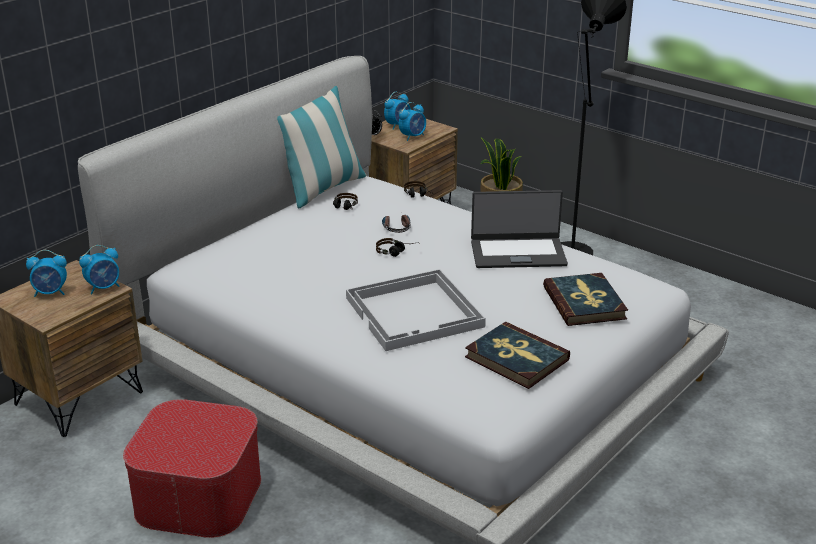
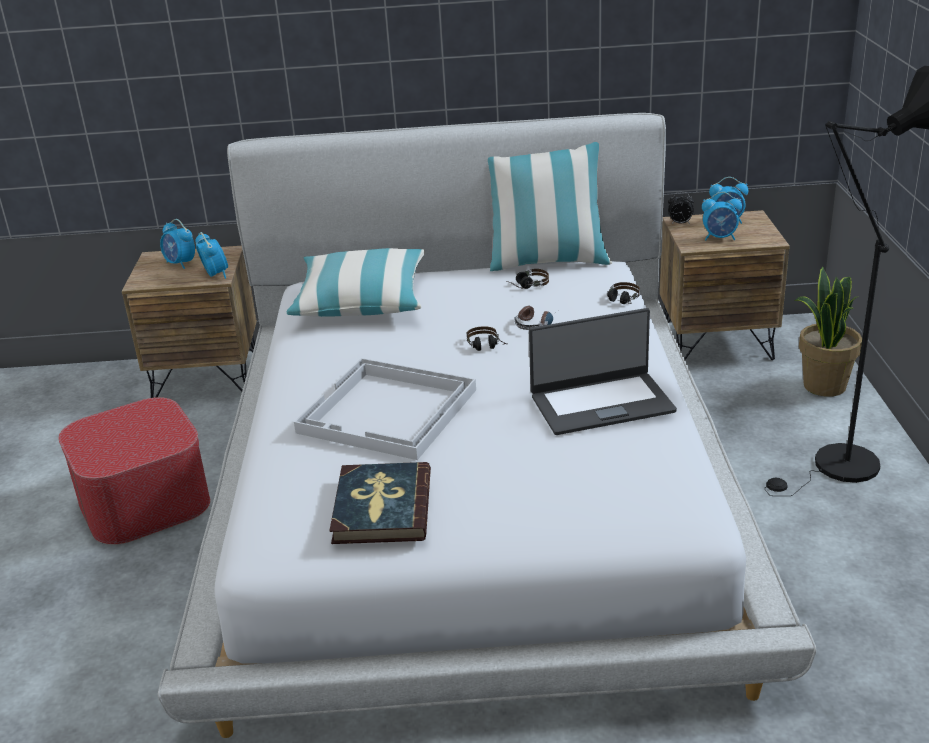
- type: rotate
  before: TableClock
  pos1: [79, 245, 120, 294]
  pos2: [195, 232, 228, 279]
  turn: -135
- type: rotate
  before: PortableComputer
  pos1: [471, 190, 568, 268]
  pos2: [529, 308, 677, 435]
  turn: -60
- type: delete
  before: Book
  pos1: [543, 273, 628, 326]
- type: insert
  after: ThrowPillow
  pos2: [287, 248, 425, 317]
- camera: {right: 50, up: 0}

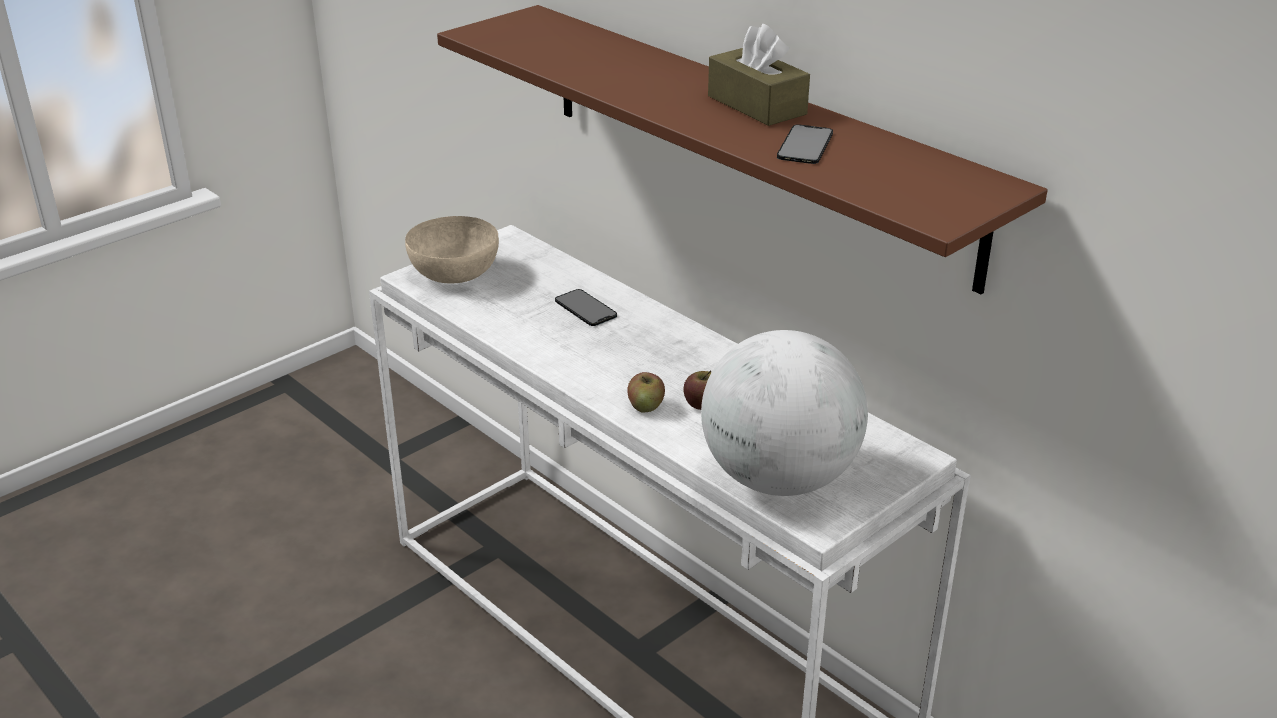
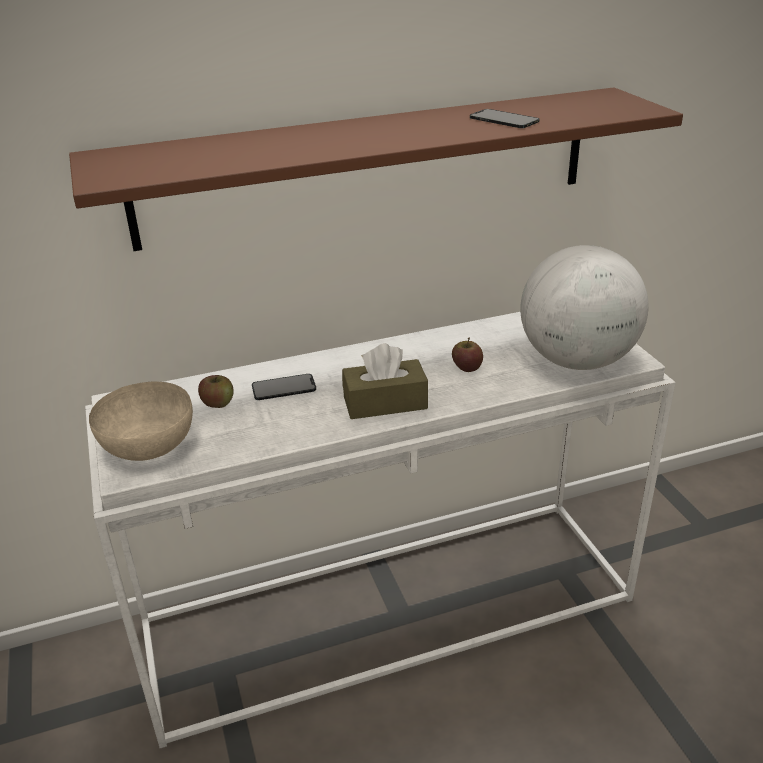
- type: move
  before: Apple
  pos1: [627, 372, 665, 412]
  pos2: [198, 375, 234, 408]
- type: move
  before: BrownishTissueBox
  pos1: [708, 24, 810, 126]
  pos2: [342, 343, 428, 419]
- camera: {right: -65, up: 0}

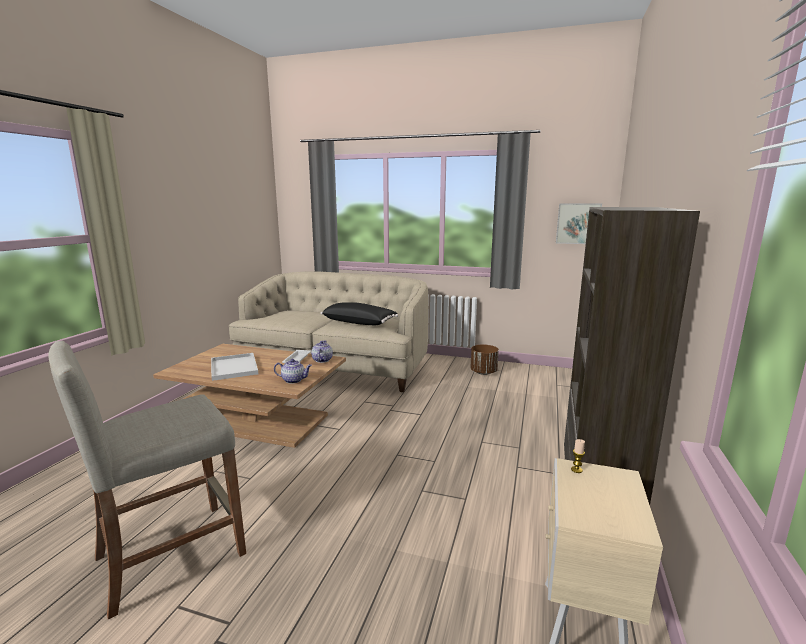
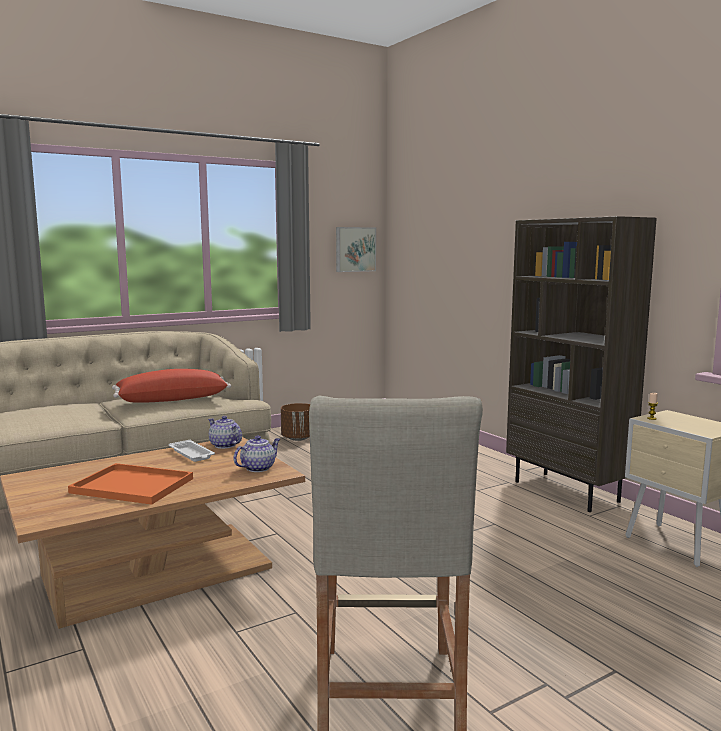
- type: recolor
  before: WhitishServingTray
  after: OrangeServingTray
  pos1: [211, 353, 258, 381]
  pos2: [68, 463, 193, 505]
- type: recolor
  before: BlackThrowPillow
  after: RedThrowPillow
  pos1: [321, 302, 398, 325]
  pos2: [112, 369, 231, 403]
- camera: {right: -50, up: -5}

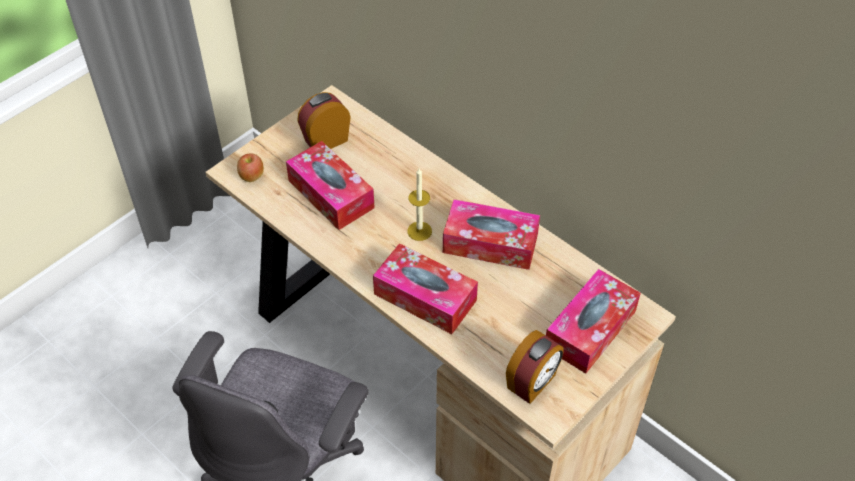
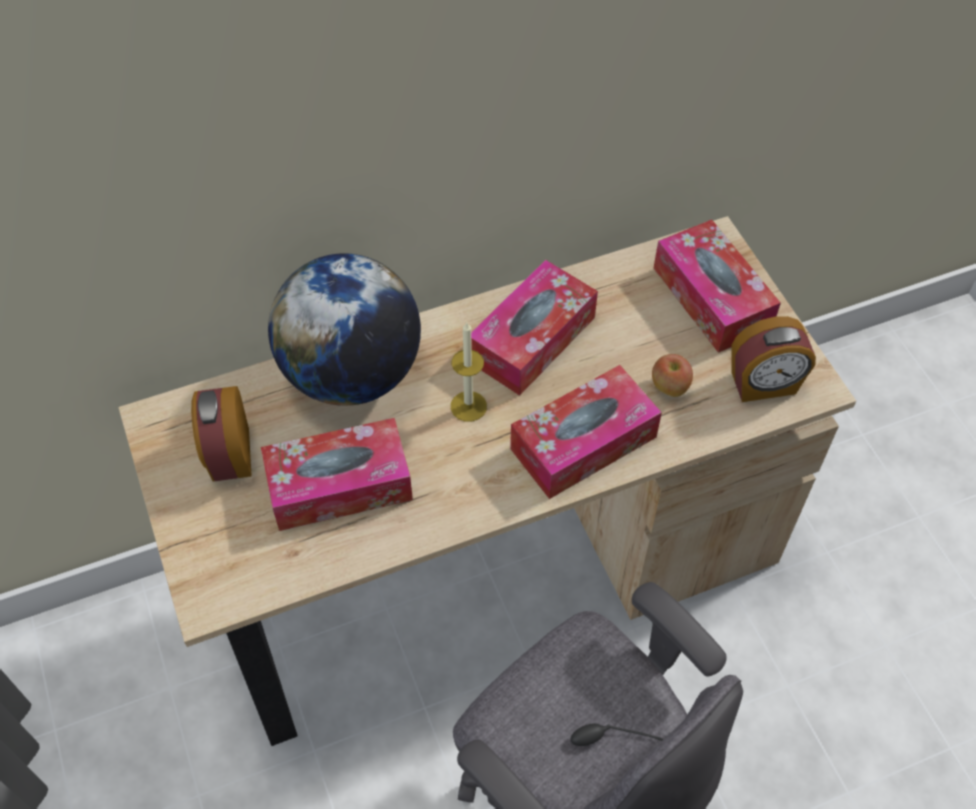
- type: move
  before: Apple
  pos1: [237, 154, 264, 182]
  pos2: [652, 354, 693, 397]
- type: rotate
  before: TableClock
  pos1: [506, 330, 564, 404]
  pos2: [732, 316, 816, 402]
  turn: 105
- type: insert
  after: Globe
  pos2: [268, 254, 421, 406]
- camera: {right: -65, up: 5}

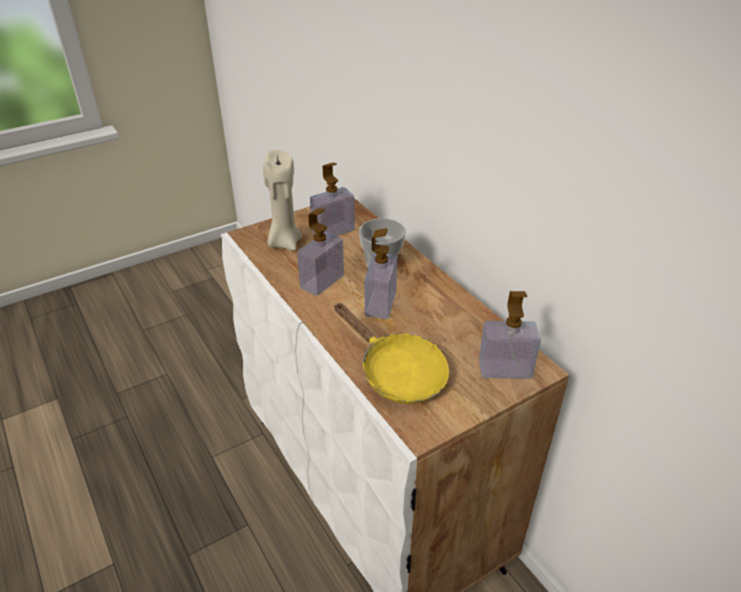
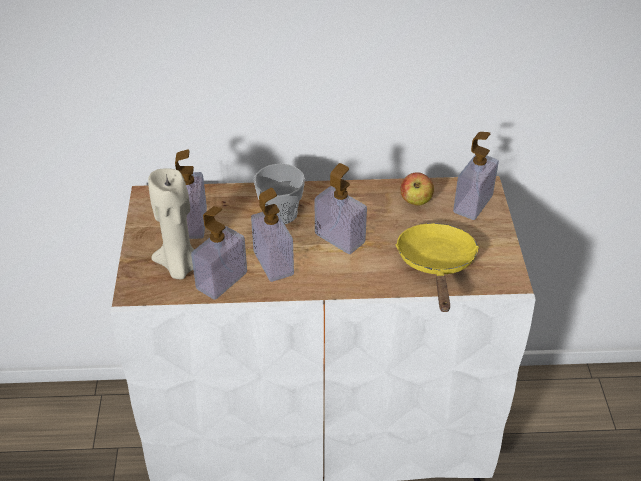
- type: rotate
  before: YellowishSkillet
  pos1: [334, 303, 449, 404]
  pos2: [395, 223, 480, 312]
  turn: -75
- type: insert
  after: SoapBottle
  pos2: [191, 206, 247, 300]
- type: insert
  after: Apple
  pos2: [400, 172, 434, 206]
- camera: {right: -60, up: 5}

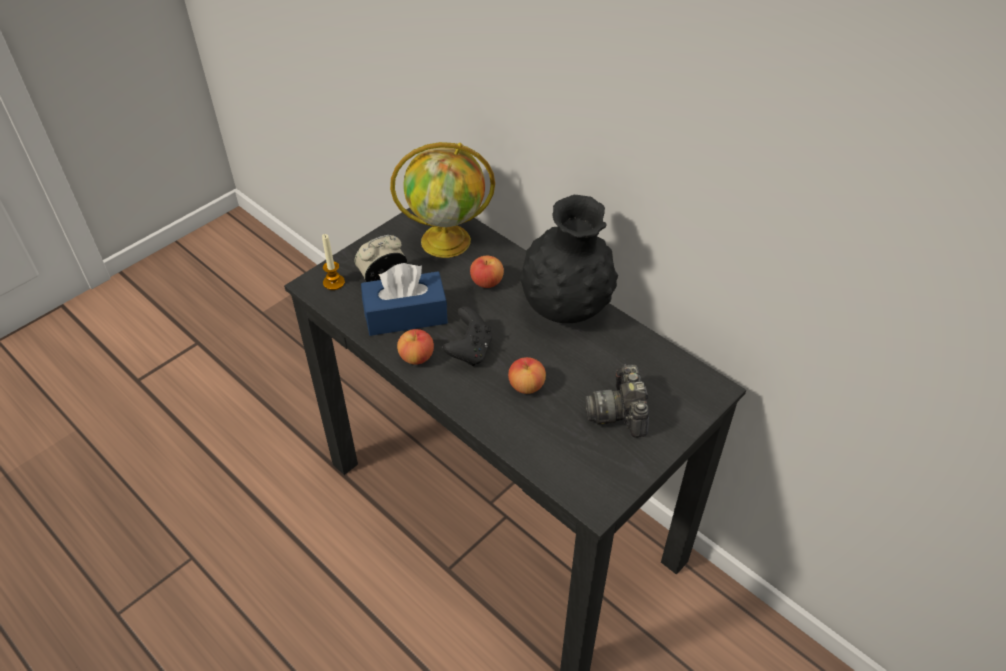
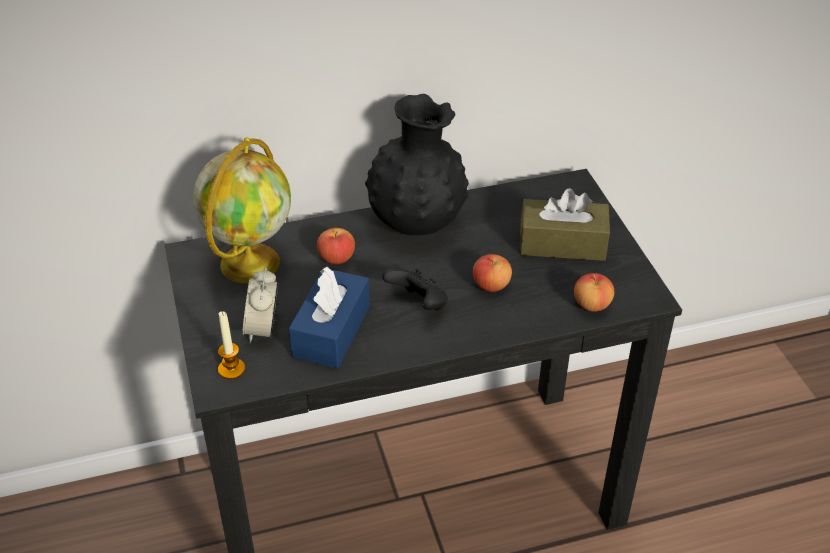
- type: move
  before: Apple
  pos1: [397, 329, 434, 365]
  pos2: [574, 273, 614, 312]
- type: replace
  before: StillCamera
  after: BrownishTissueBox
  pos1: [585, 364, 649, 438]
  pos2: [520, 188, 610, 261]
- camera: {right: -60, up: -5}

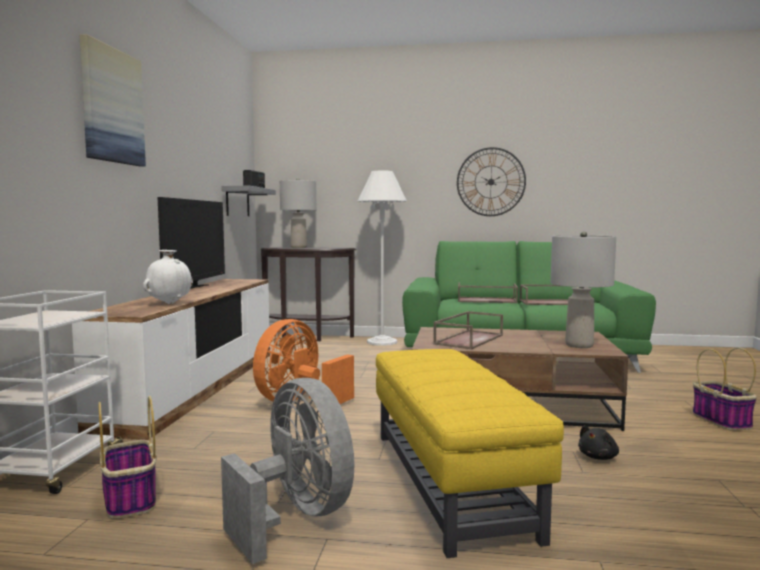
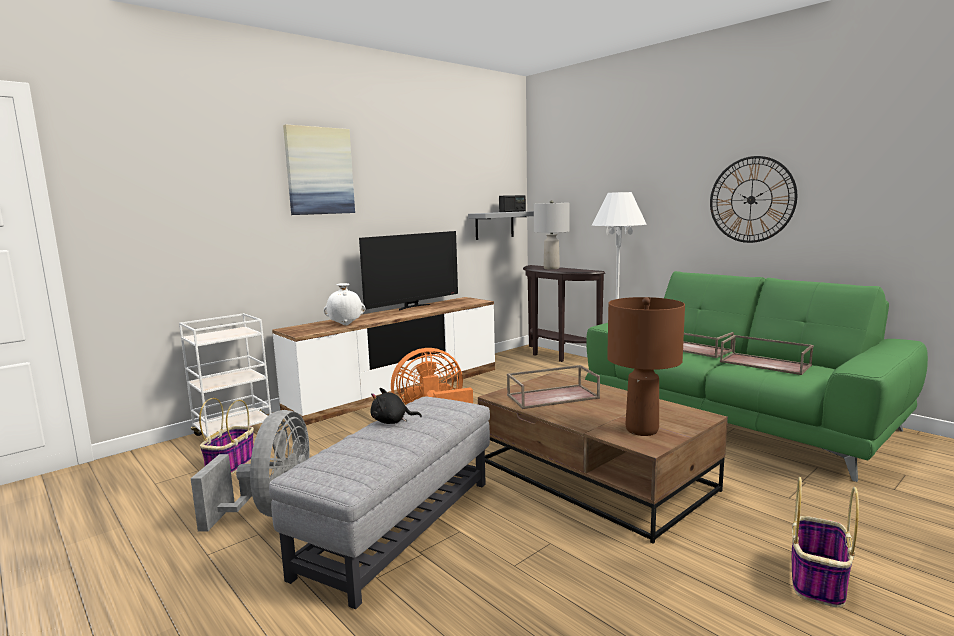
- type: recolor
  before: YellowishFootrest
  after: GreyFootrest
  pos1: [376, 349, 564, 558]
  pos2: [269, 396, 490, 609]
- type: recolor
  before: GreyTabletopLamp
  after: BrownishTabletopLamp
  pos1: [551, 231, 616, 348]
  pos2: [607, 297, 685, 436]
- type: move
  before: BlackSoftToy
  pos1: [578, 425, 619, 460]
  pos2: [370, 388, 422, 424]
- camera: {right: 40, up: 5}

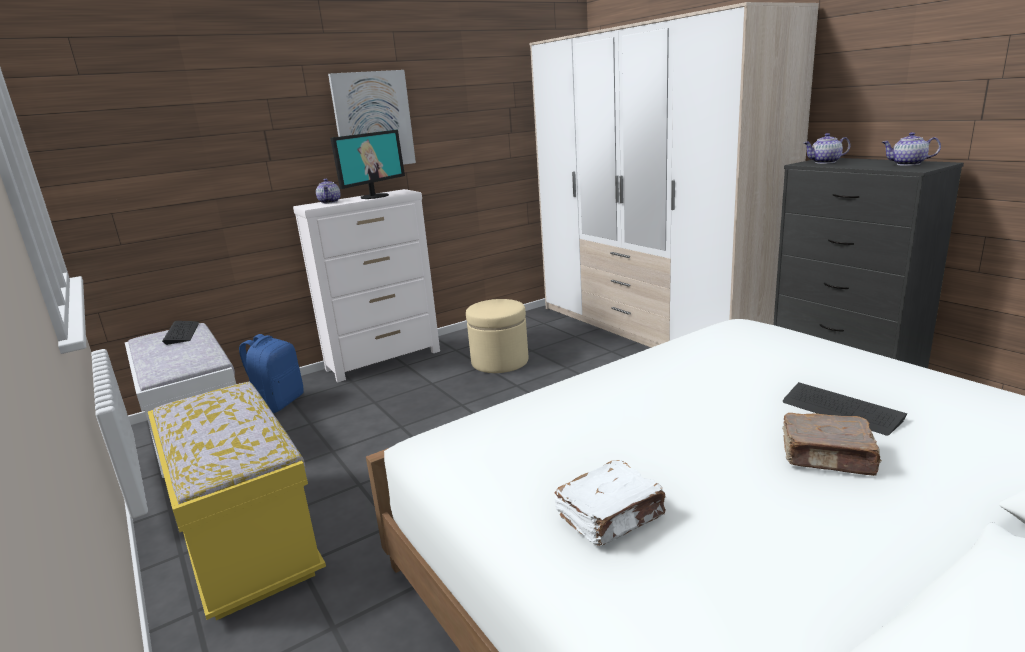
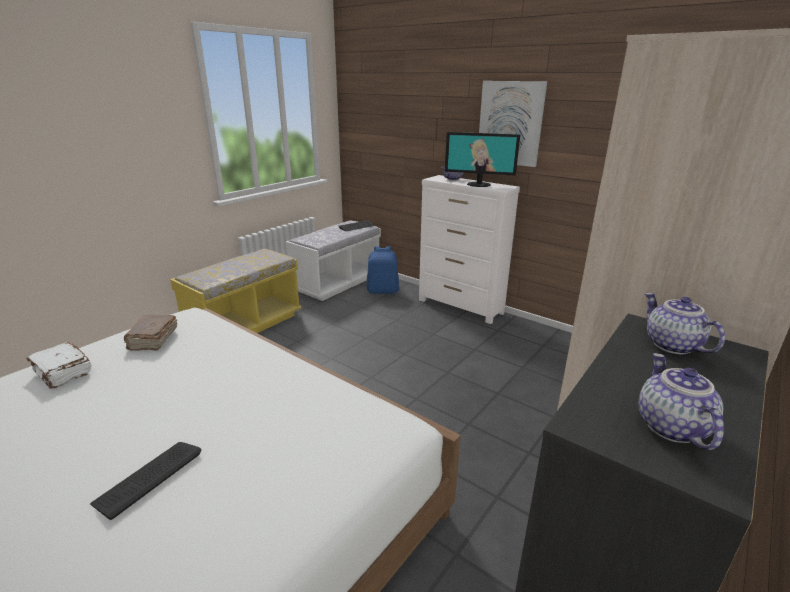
- type: delete
  before: BeigeColouredFootrest
  pos1: [466, 299, 528, 373]
- type: move
  before: BrownishBook
  pos1: [782, 413, 882, 476]
  pos2: [124, 315, 177, 351]
- camera: {right: 70, up: 5}

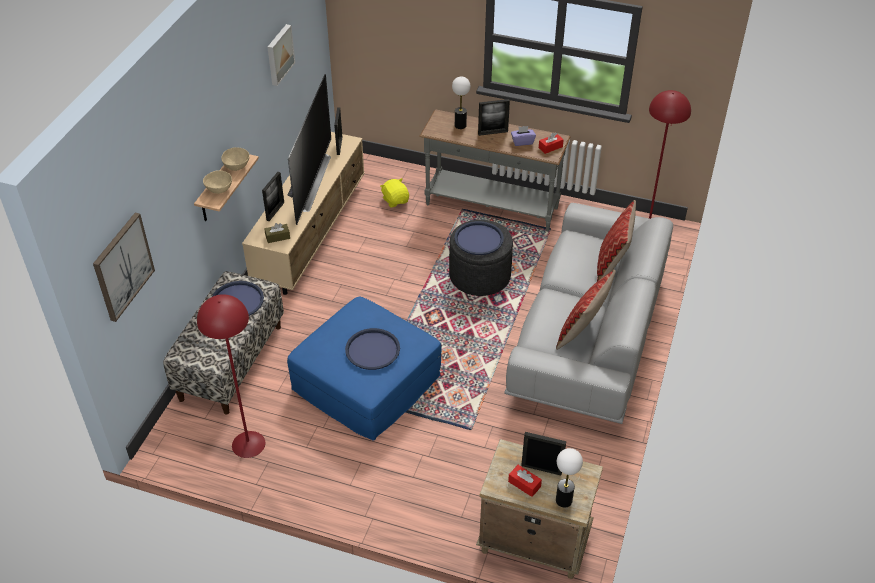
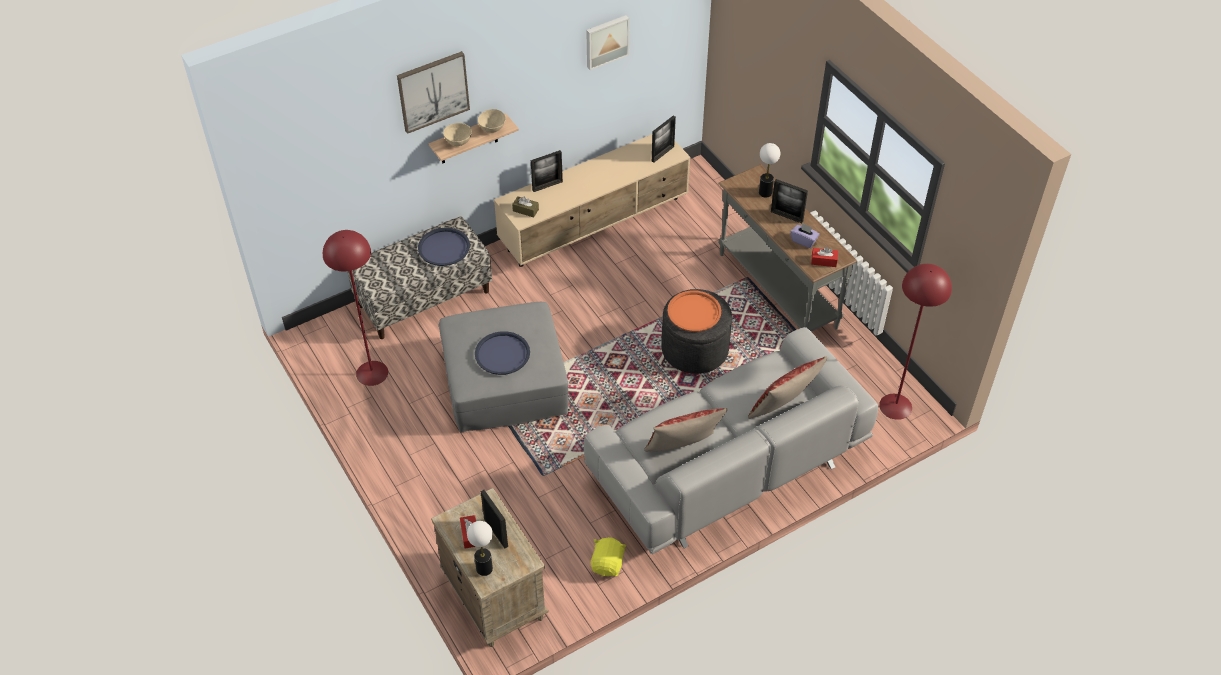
- type: move
  before: Picture
  pos1: [93, 213, 155, 322]
  pos2: [397, 51, 470, 134]
- type: recolor
  before: BluishFootrest
  after: GreyFootrest
  pos1: [287, 297, 442, 441]
  pos2: [439, 302, 568, 433]
- type: delete
  before: Tv
  pos1: [288, 74, 331, 225]
- type: move
  before: YellowishSoftToy
  pos1: [380, 178, 409, 208]
  pos2: [591, 537, 627, 576]
- type: recolor
  before: BluishServingTray
  after: OrangeServingTray
  pos1: [454, 221, 504, 255]
  pos2: [668, 290, 721, 332]
- camera: {right: 40, up: 5}

